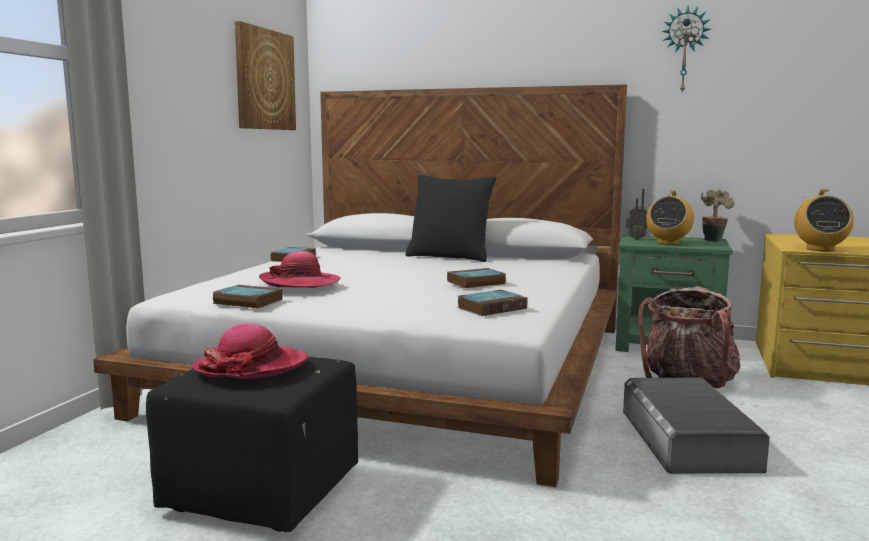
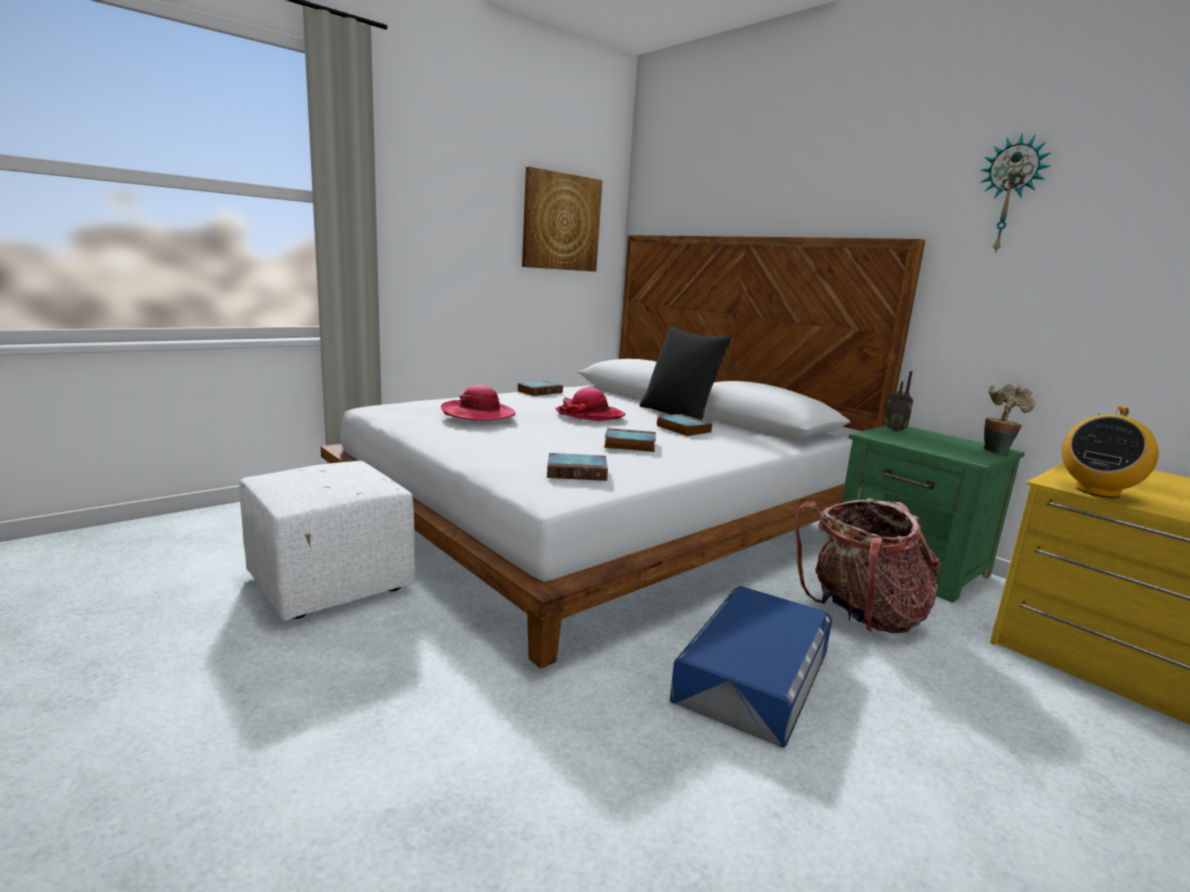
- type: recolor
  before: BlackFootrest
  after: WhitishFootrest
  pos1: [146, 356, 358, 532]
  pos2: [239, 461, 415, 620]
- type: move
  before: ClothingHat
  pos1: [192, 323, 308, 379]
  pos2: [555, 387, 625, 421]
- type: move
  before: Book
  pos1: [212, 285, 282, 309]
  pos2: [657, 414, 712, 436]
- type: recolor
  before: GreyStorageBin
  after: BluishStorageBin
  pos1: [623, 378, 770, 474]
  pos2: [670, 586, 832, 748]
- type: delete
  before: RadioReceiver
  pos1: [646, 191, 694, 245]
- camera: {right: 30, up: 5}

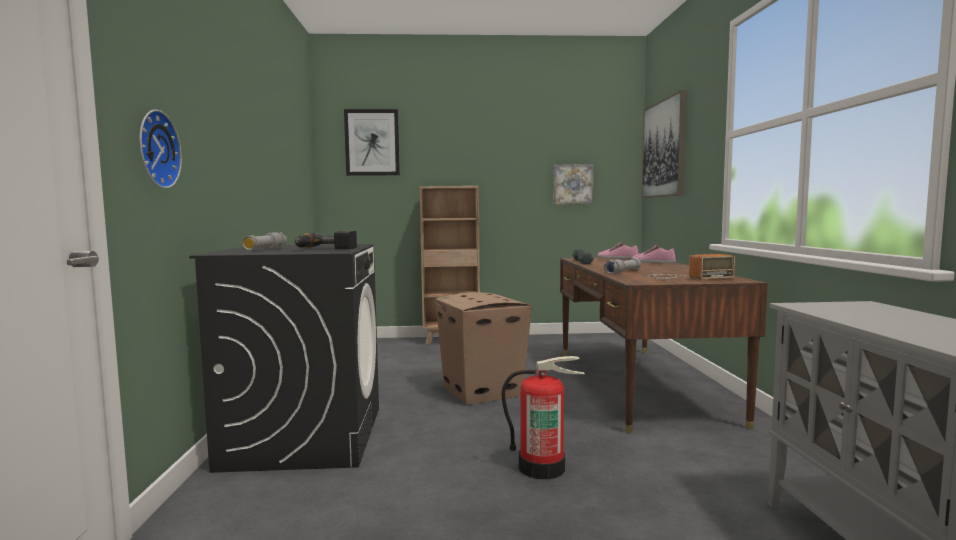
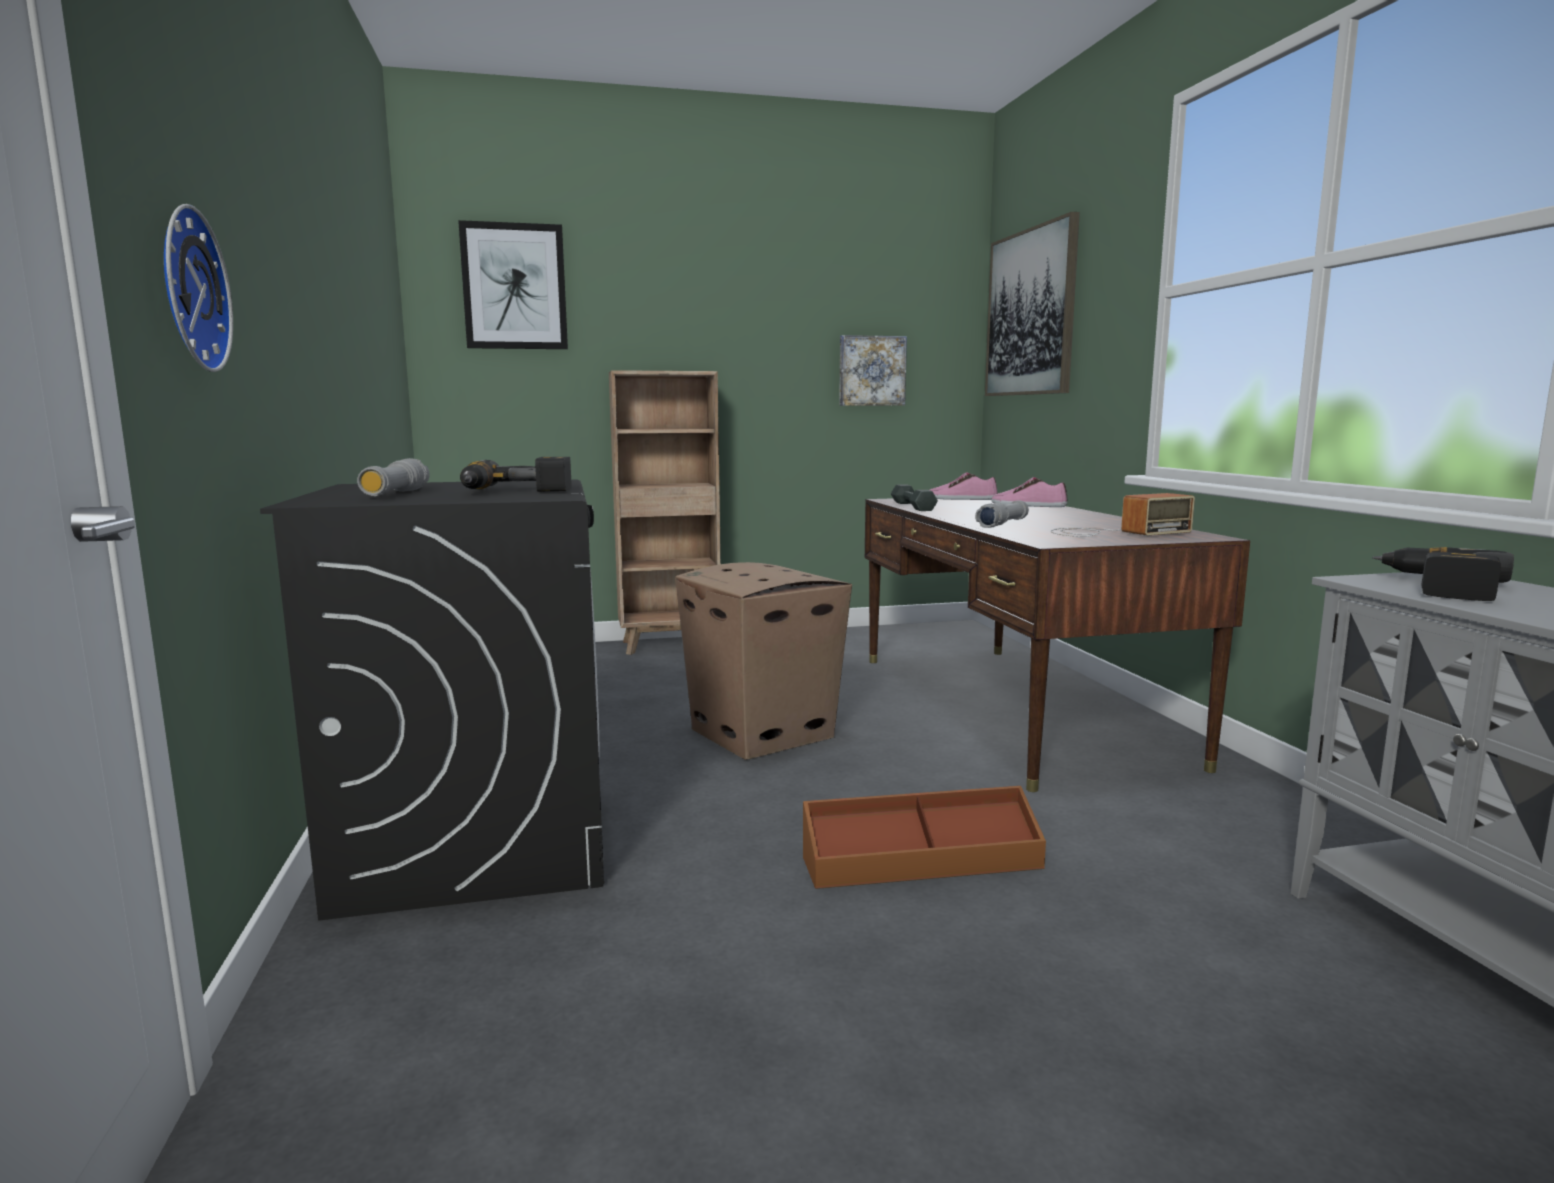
- type: replace
  before: FireFightingCylinder
  after: BrownishStorageBin
  pos1: [501, 356, 585, 479]
  pos2: [803, 786, 1046, 889]
- type: insert
  after: PowerDrill
  pos2: [1372, 547, 1514, 601]
- camera: {right: -10, up: 5}

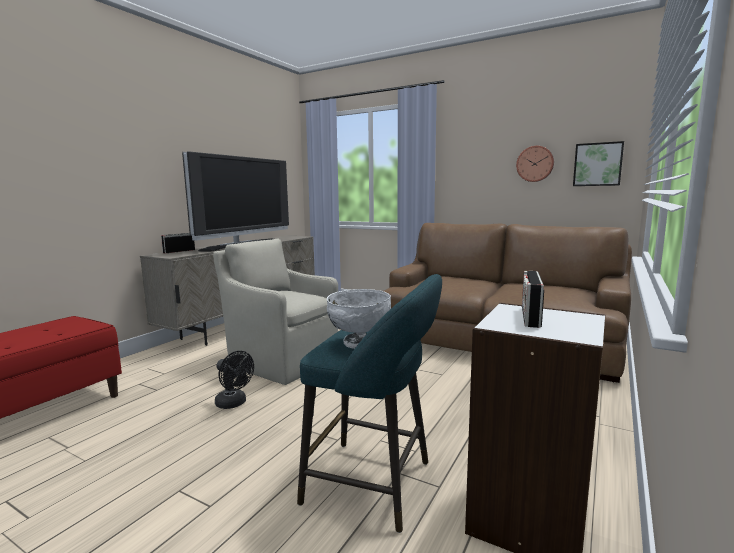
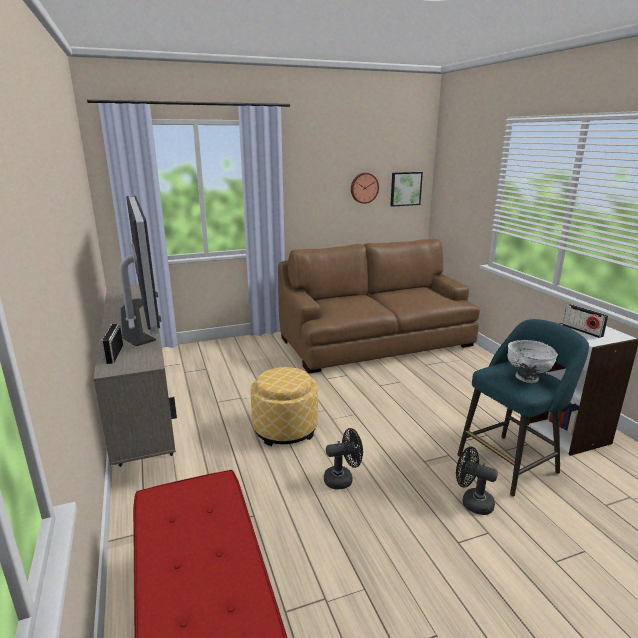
- type: replace
  before: BeigeColouredLoungeChair
  after: Footrest
  pos1: [213, 239, 338, 385]
  pos2: [251, 367, 318, 446]
- type: insert
  after: BlackFan
  pos2: [456, 447, 498, 515]
- camera: {right: -50, up: 10}

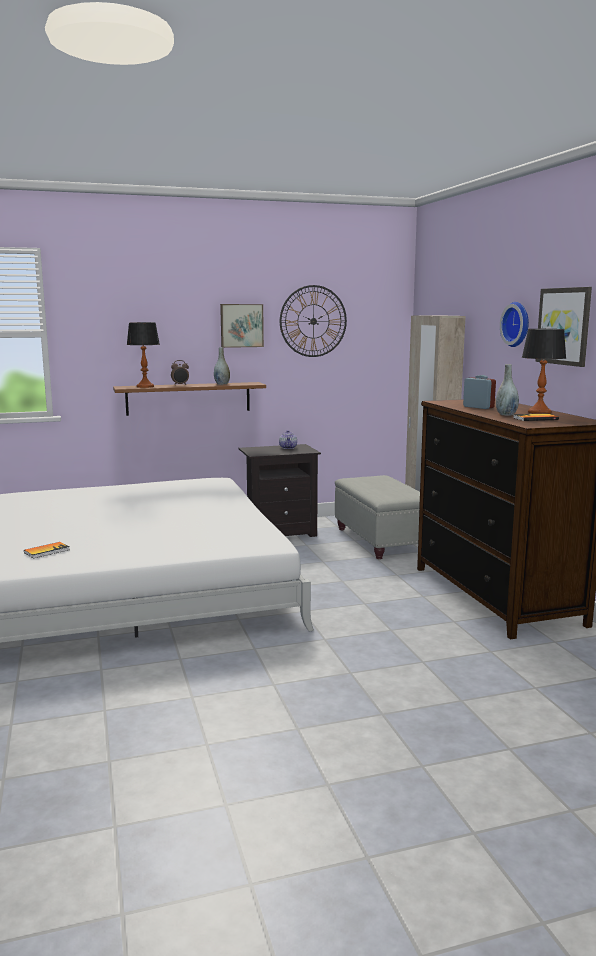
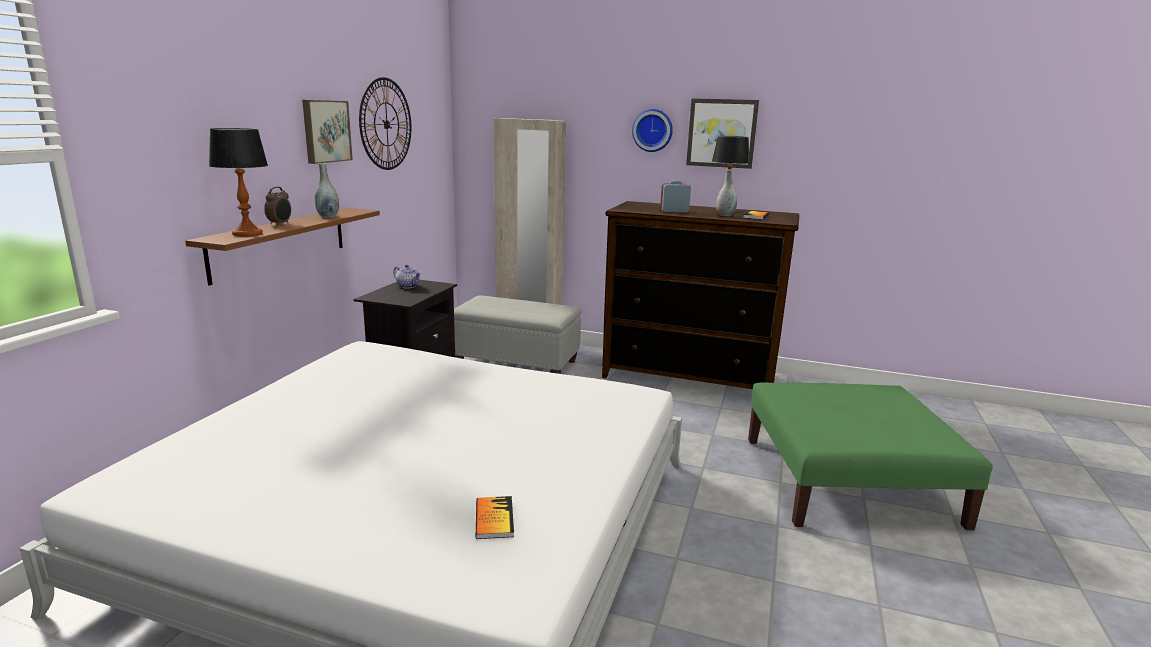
- type: insert
  after: GreenColouredFootrest
  pos2: [748, 383, 993, 530]
- camera: {right: -55, up: 5}

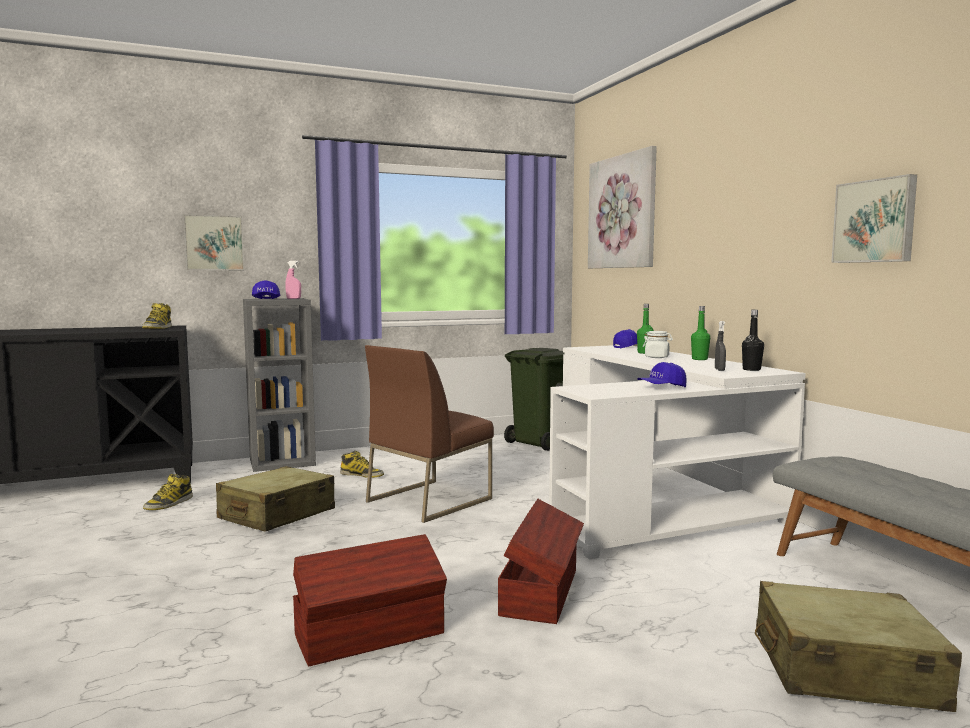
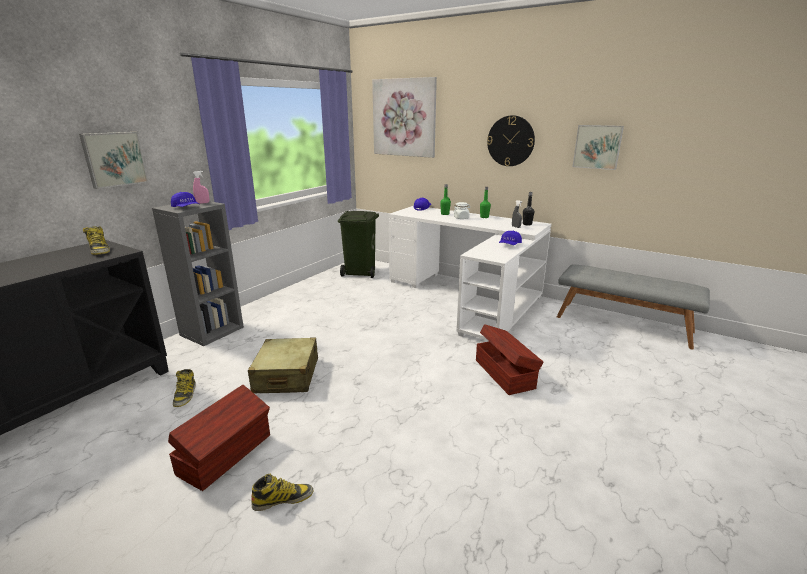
- type: move
  before: BrownishStorageBin
  pos1: [293, 534, 447, 666]
  pos2: [168, 385, 270, 491]
- type: move
  before: Boot
  pos1: [340, 451, 384, 478]
  pos2: [251, 474, 314, 511]
- type: delete
  before: BrownishChair
  pos1: [365, 345, 494, 523]
- type: delete
  before: BeigeColouredTravelCase
  pos1: [755, 581, 962, 712]
- type: insert
  after: WallClock
  pos2: [487, 115, 535, 166]
- camera: {right: -35, up: 15}

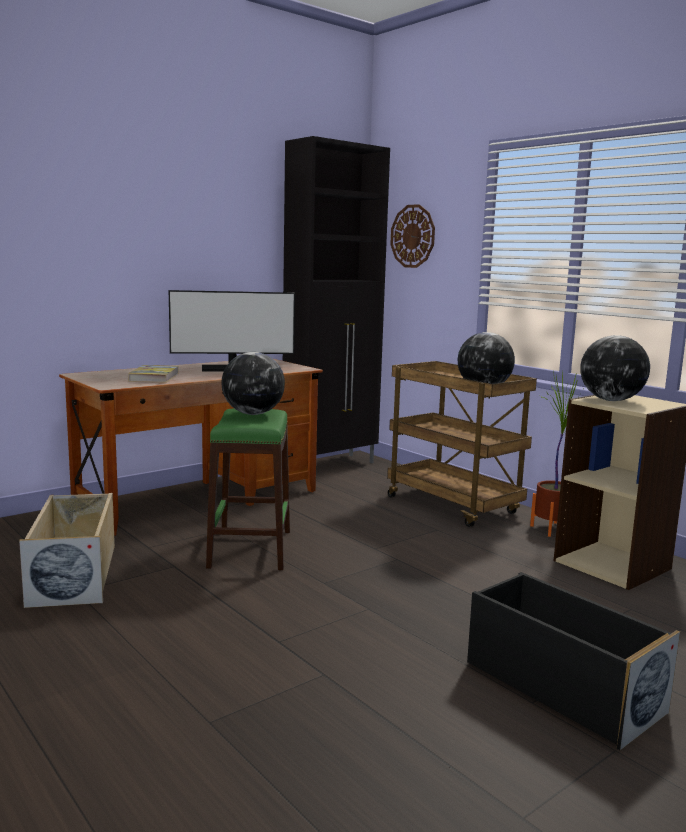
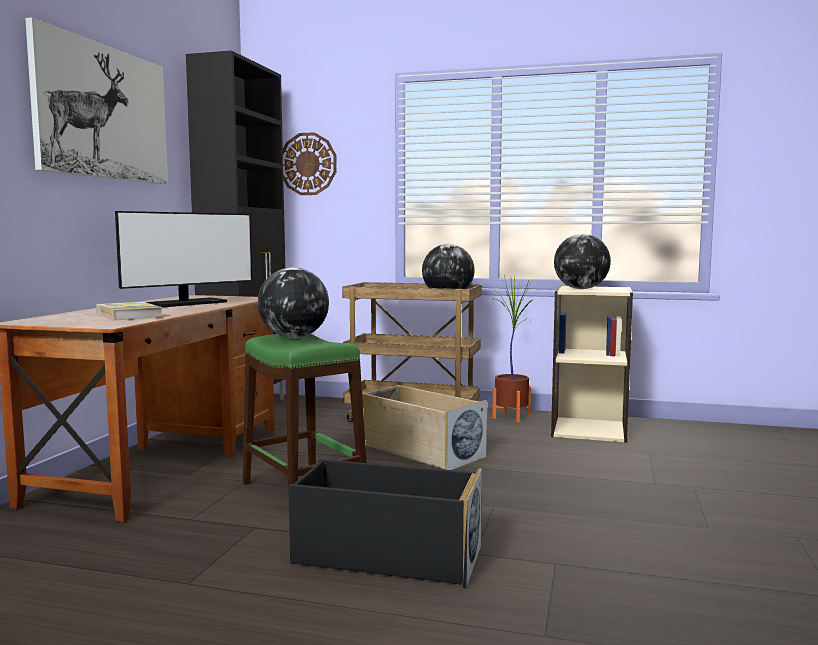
- type: move
  before: BeigeColouredStorageBin
  pos1: [19, 493, 115, 608]
  pos2: [362, 385, 487, 470]
- type: move
  before: BlackStorageBin
  pos1: [467, 572, 680, 750]
  pos2: [288, 459, 482, 588]
- type: insert
  after: Picture
  pos2: [25, 17, 168, 184]
- camera: {right: -35, up: -5}

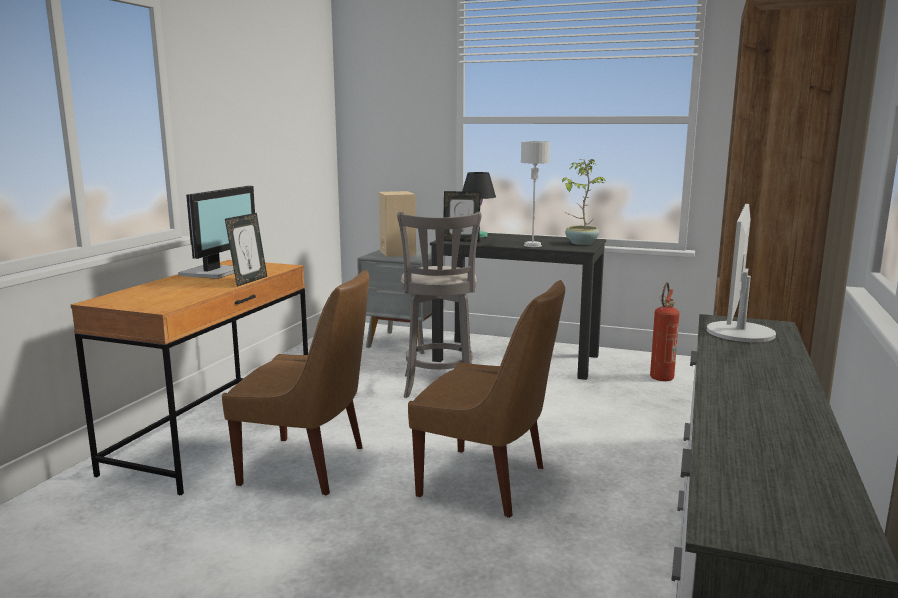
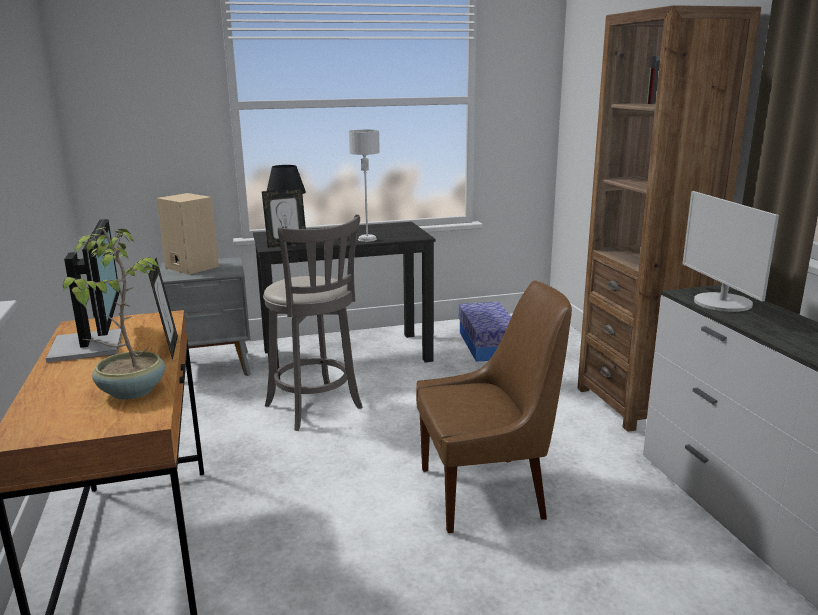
- type: delete
  before: BrownishChair
  pos1: [222, 270, 369, 495]
- type: move
  before: PottedPlant
  pos1: [562, 159, 605, 245]
  pos2: [63, 228, 165, 400]
- type: replace
  before: FireFightingCylinder
  after: StorageBin
  pos1: [650, 282, 679, 381]
  pos2: [459, 302, 511, 362]
- camera: {right: -35, up: 5}

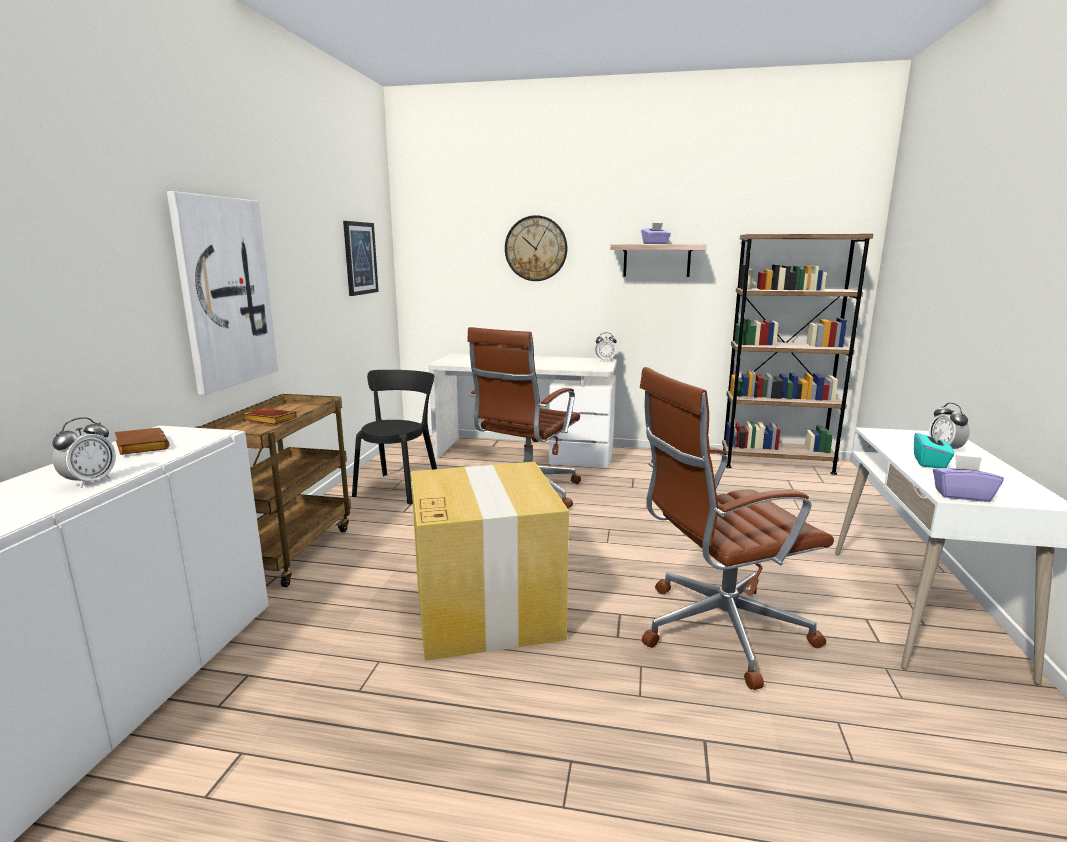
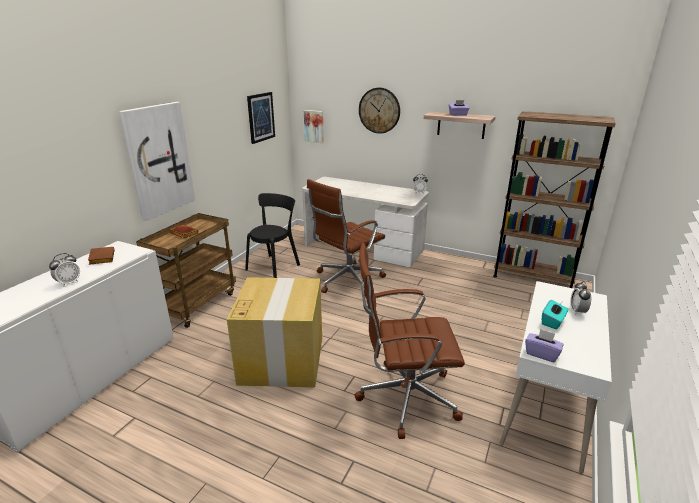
- type: insert
  after: Picture
  pos2: [304, 110, 324, 143]
- camera: {right: 15, up: 10}

